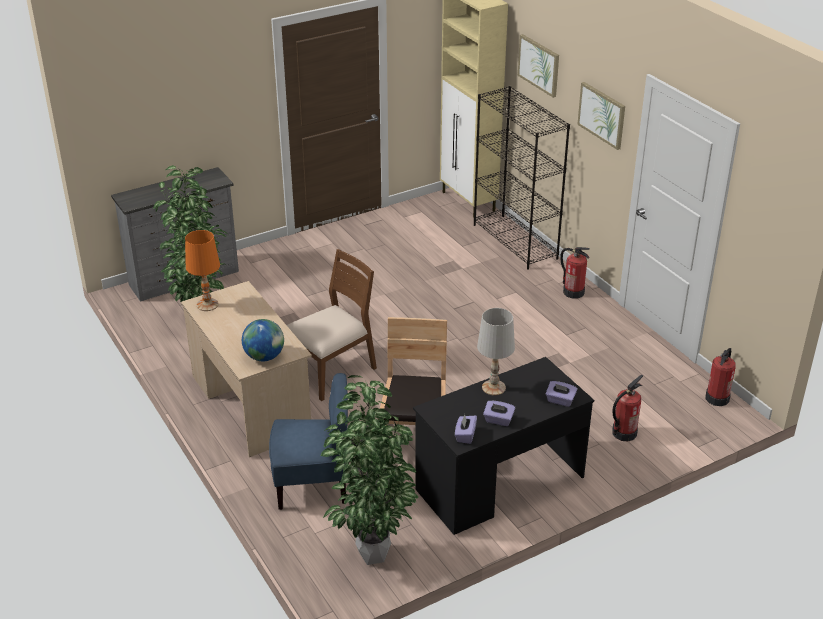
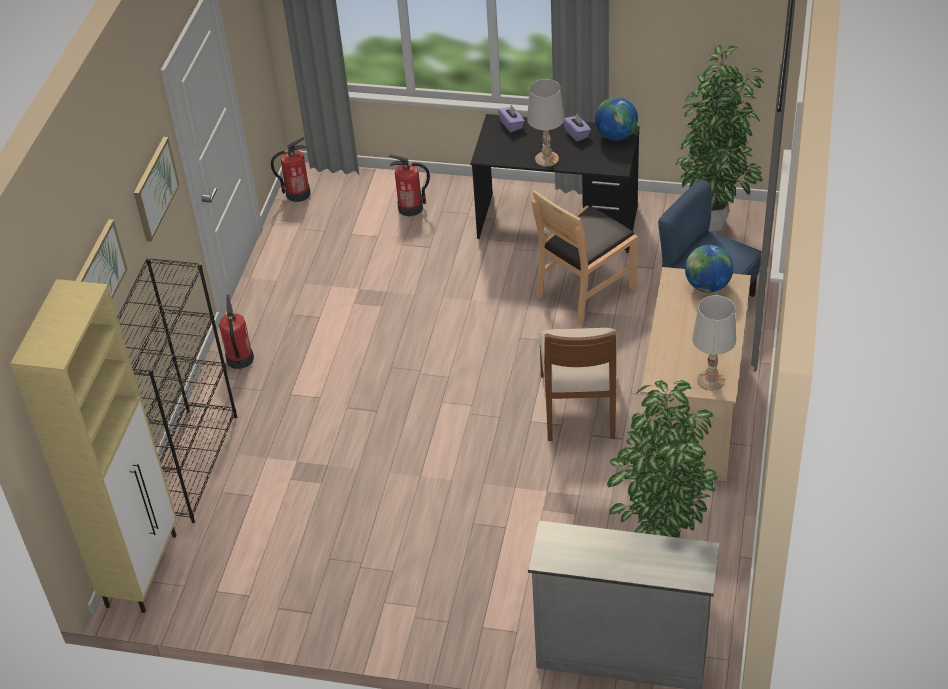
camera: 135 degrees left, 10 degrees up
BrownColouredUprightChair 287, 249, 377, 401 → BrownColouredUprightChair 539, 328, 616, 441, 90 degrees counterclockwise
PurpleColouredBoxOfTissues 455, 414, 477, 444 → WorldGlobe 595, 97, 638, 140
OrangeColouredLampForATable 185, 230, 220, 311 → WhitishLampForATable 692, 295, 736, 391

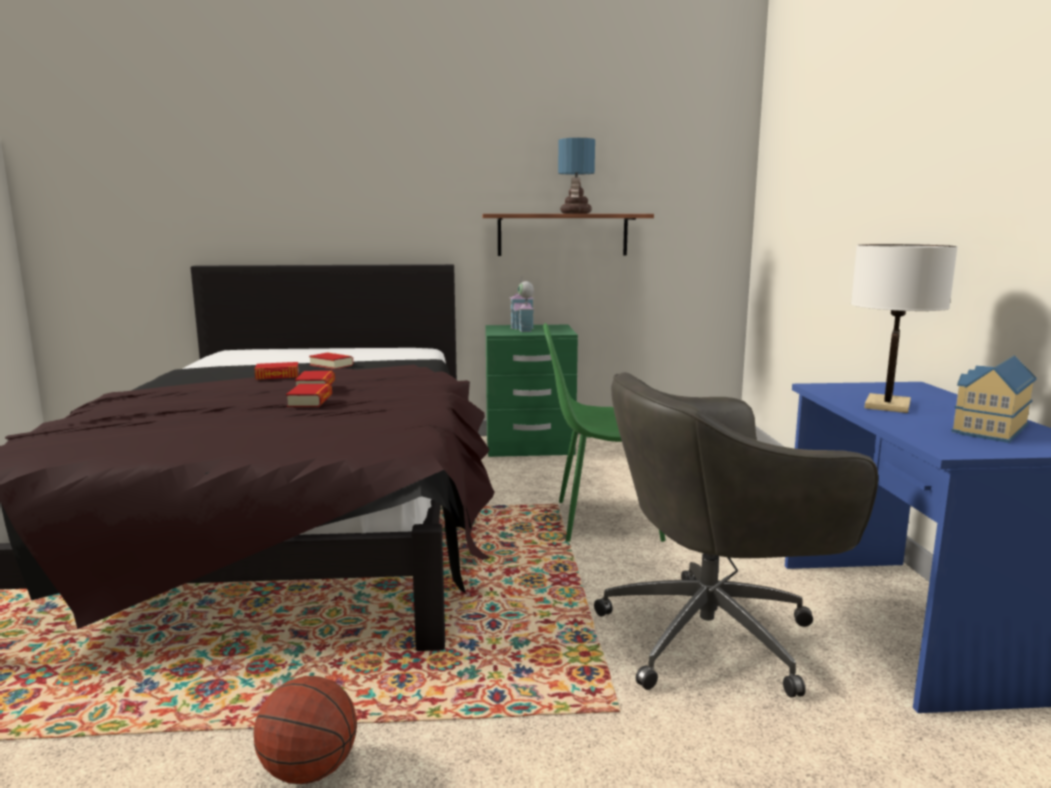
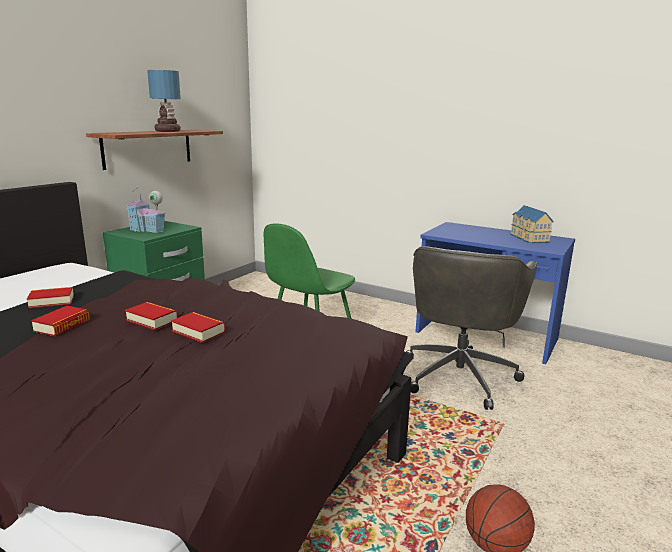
camera: 55 degrees left, 5 degrees up
WhitishLampForATable 851, 244, 958, 413 → -

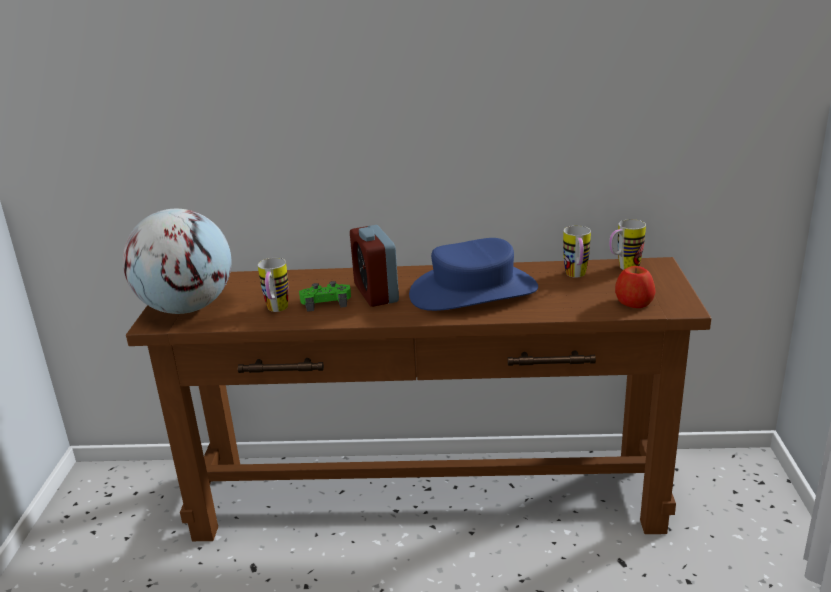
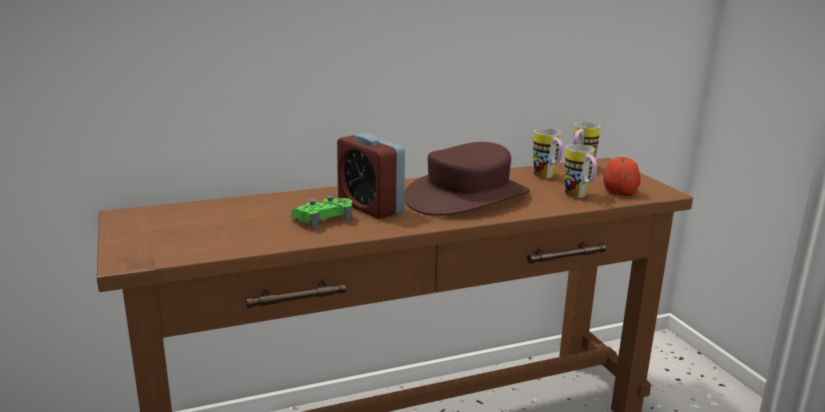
camera: 25 degrees left, 5 degrees down
BluishClothingHat 409, 238, 538, 311 → BrownColouredClothingHat 404, 142, 530, 216
Mug 258, 258, 288, 312 → Mug 564, 144, 597, 198, moved
WorldGlobe 122, 209, 231, 314 → -

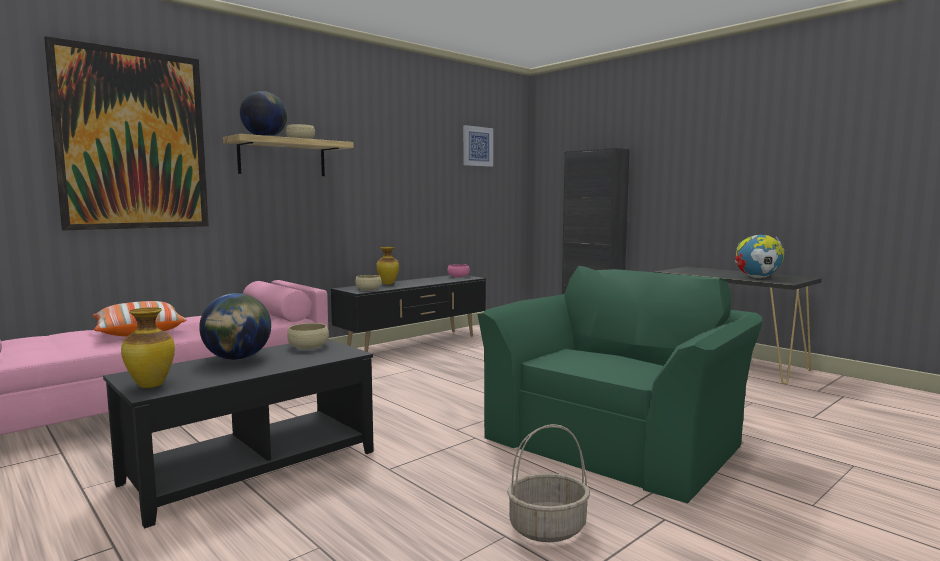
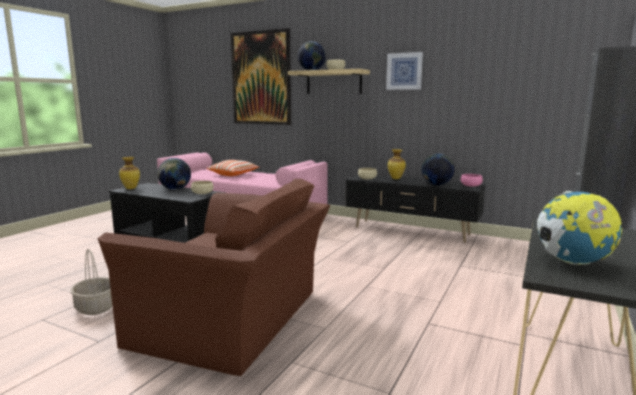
camera: 70 degrees right, 5 degrees up
GreenishArmchair 477, 266, 762, 504 → BrownColouredArmchair 98, 179, 330, 376
WallArt 463, 125, 493, 167 → WallArt 386, 52, 423, 90, moved
- → WorldGlobe 421, 154, 454, 185

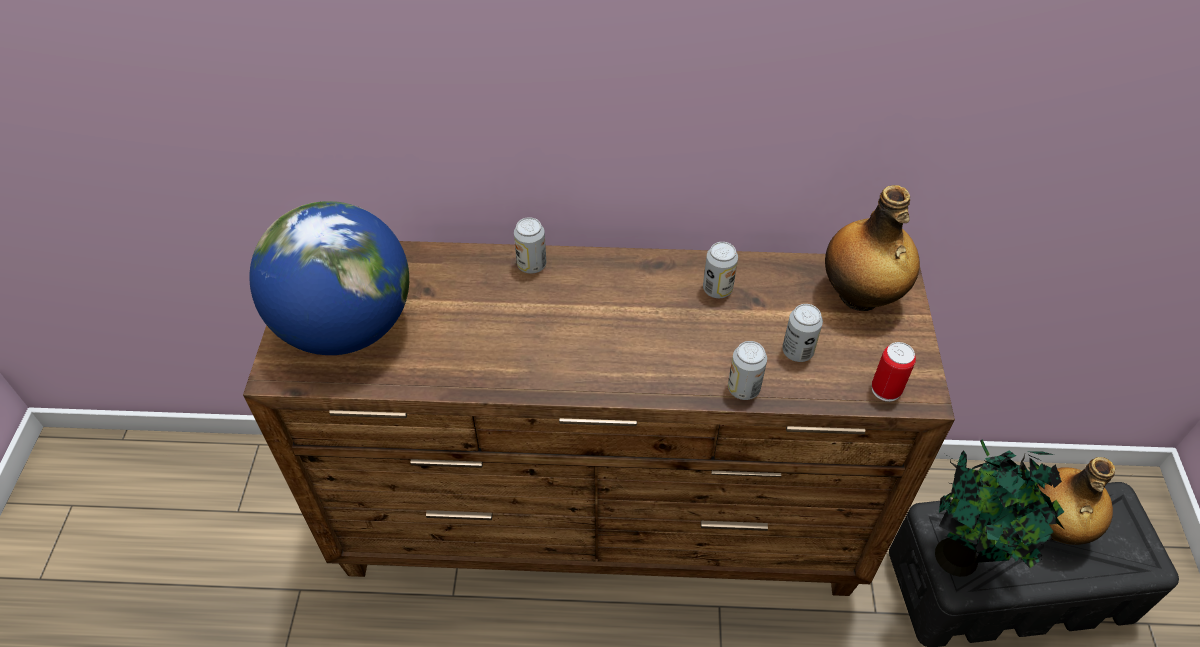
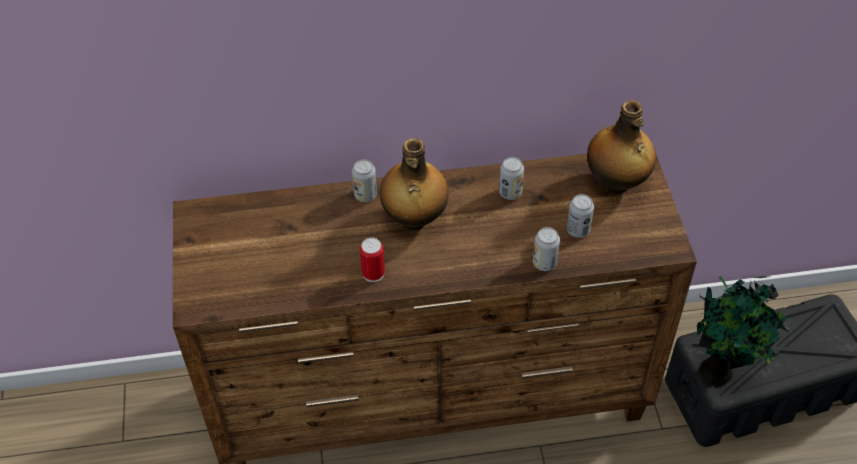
camera: 10 degrees left, 0 degrees up
MetalCan 872, 342, 916, 402 → MetalCan 360, 238, 385, 282, moved
Bottle 1037, 457, 1115, 545 → Bottle 380, 138, 449, 230, moved
WorldGlobe 249, 201, 409, 355 → -

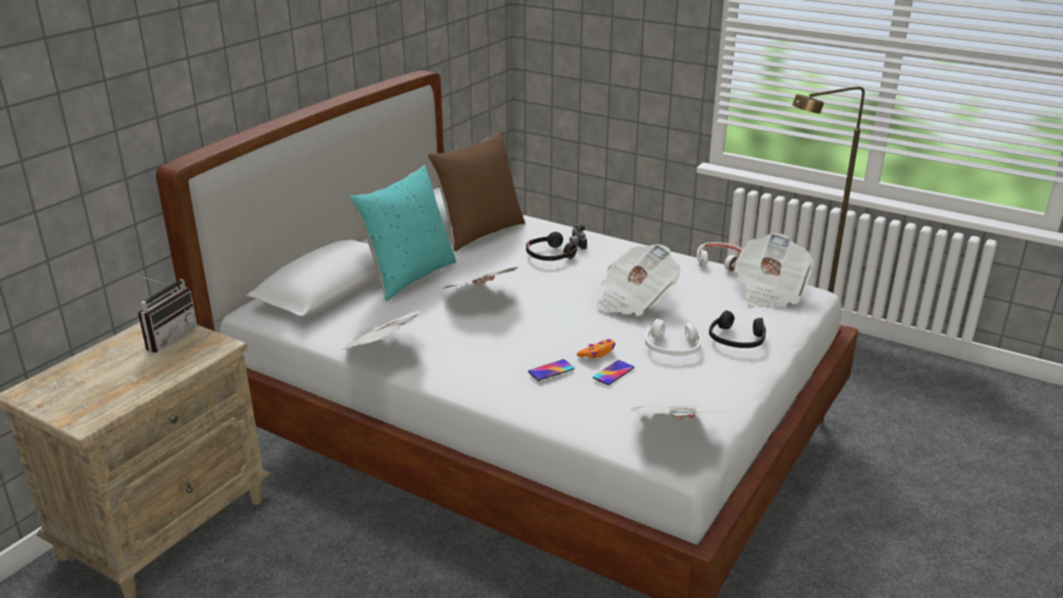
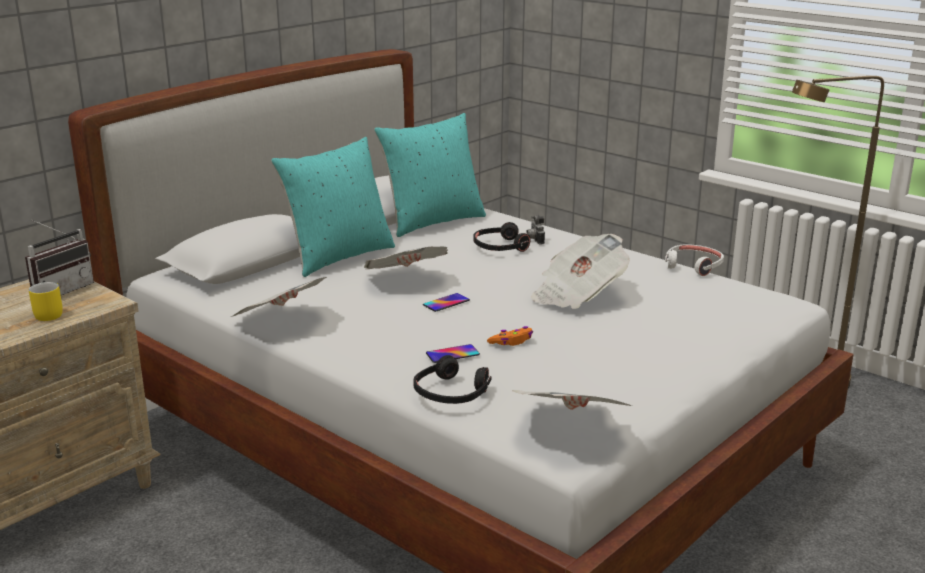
camera: 10 degrees right, 5 degrees down
- → YellowishMug 29, 282, 63, 321
BrownColouredPillow 428, 132, 525, 251 → BlueGreenPillow 374, 113, 486, 237
BlackHeadphones 709, 310, 766, 348 → BlackHeadphones 414, 355, 492, 404, moved
Handset 593, 360, 634, 385 → Handset 423, 293, 470, 312, moved
WhitishHeadphones 645, 319, 701, 356 → -
Newspaper 734, 233, 814, 308 → -

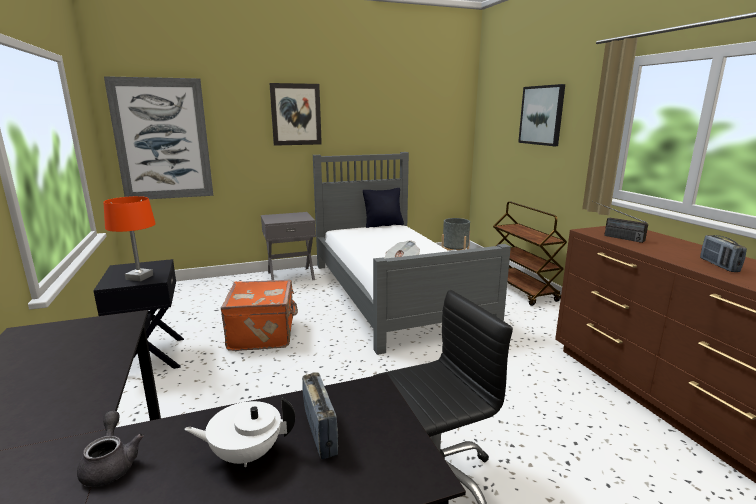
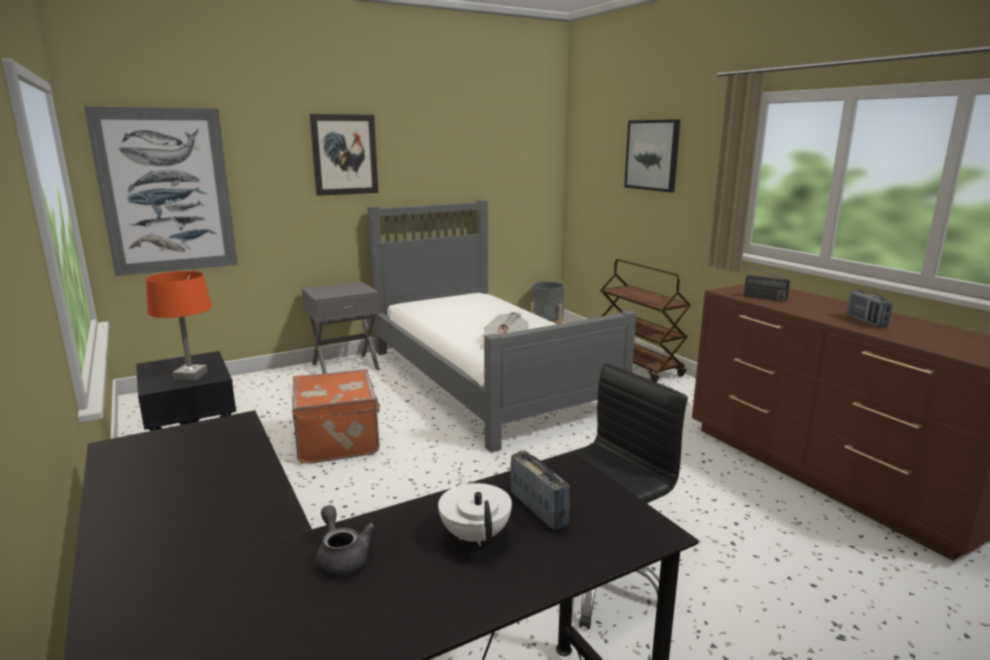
camera: 10 degrees left, 0 degrees up
WhitishTeapot 184, 397, 295, 467 → WhitishTeapot 438, 474, 512, 546, 90 degrees clockwise
BlackPillow 363, 188, 404, 228 → -

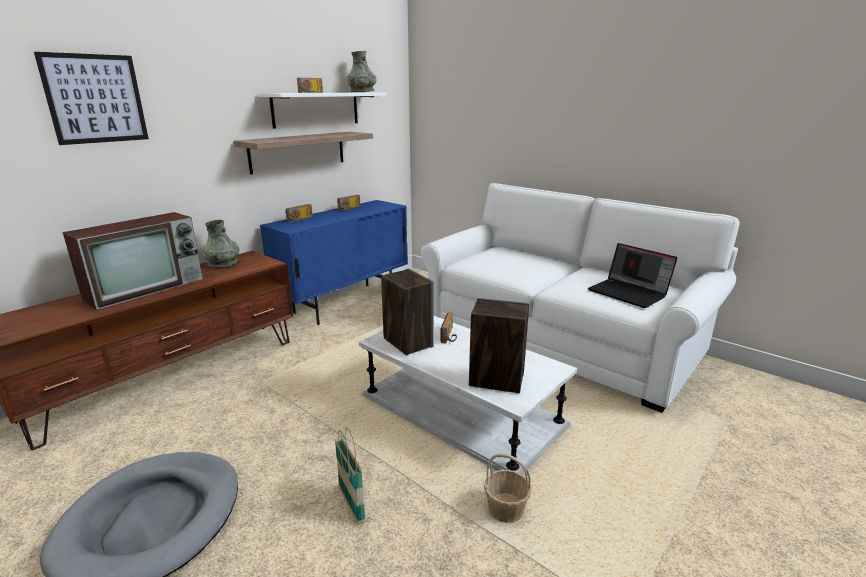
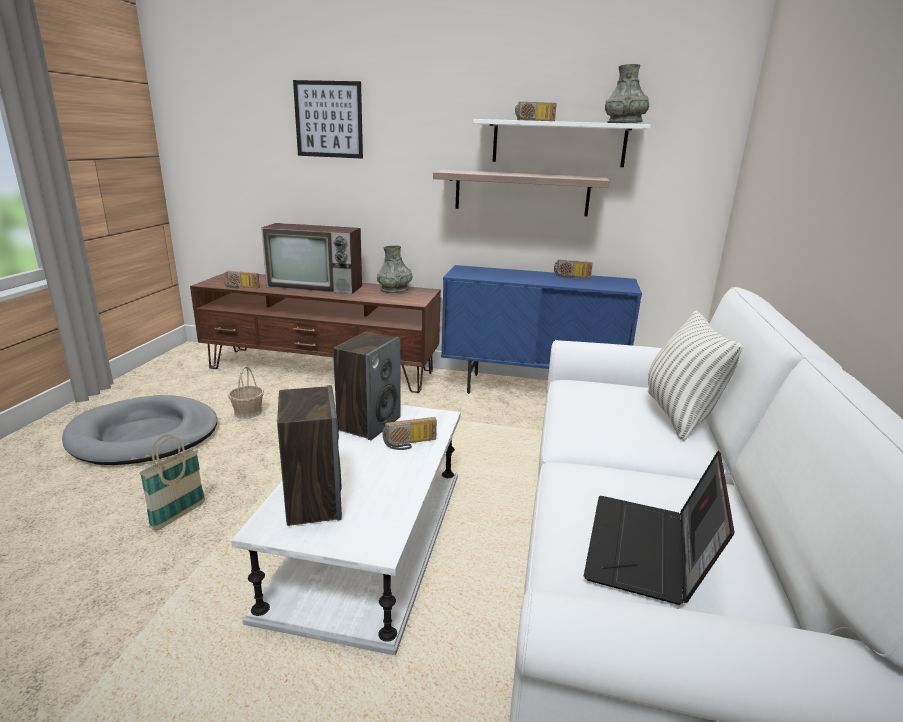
camera: 60 degrees right, 0 degrees up
RadioSet 285, 204, 313, 222 → RadioSet 224, 271, 260, 288, moved
Basket 484, 453, 531, 523 → Basket 228, 366, 264, 419, moved
- → Pillow 647, 310, 743, 441

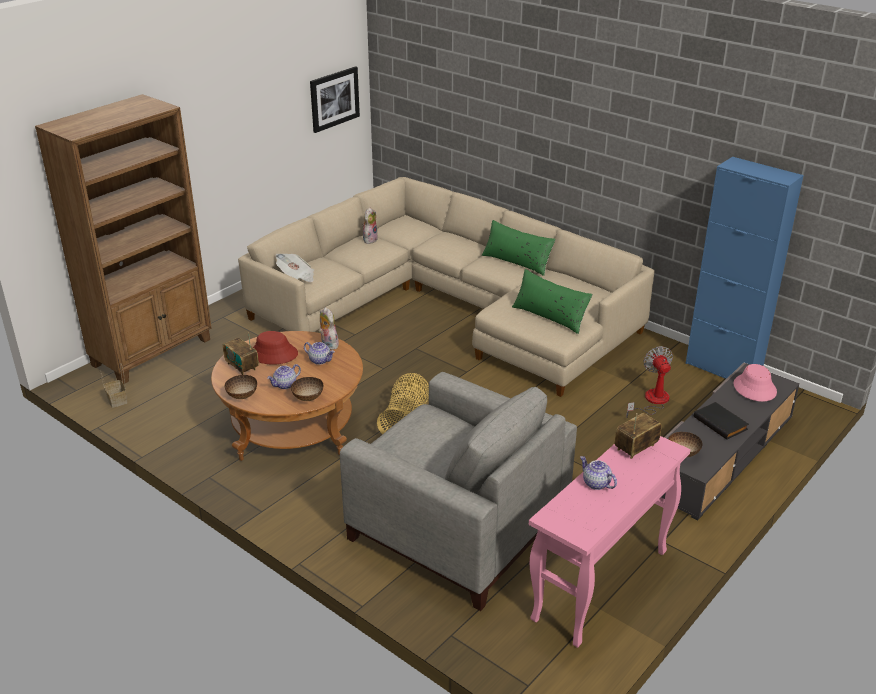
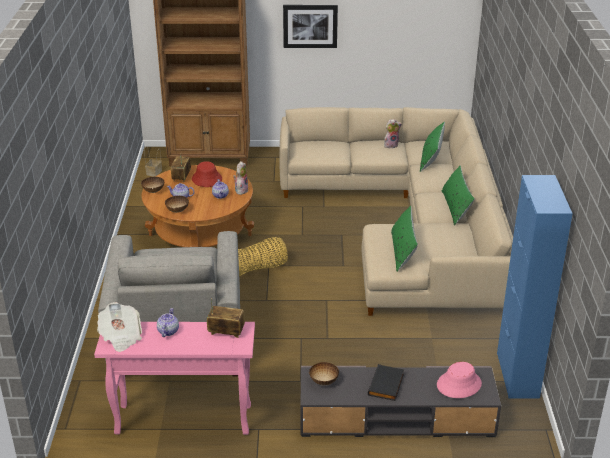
camera: 50 degrees right, 0 degrees up
Newspaper 275, 254, 314, 282 → Newspaper 97, 302, 142, 352, moved
WallArt 310, 66, 360, 133 → WallArt 283, 5, 338, 48, moved
- → GreenishPillow 420, 122, 445, 172
CoolingFan 626, 346, 673, 418 → -

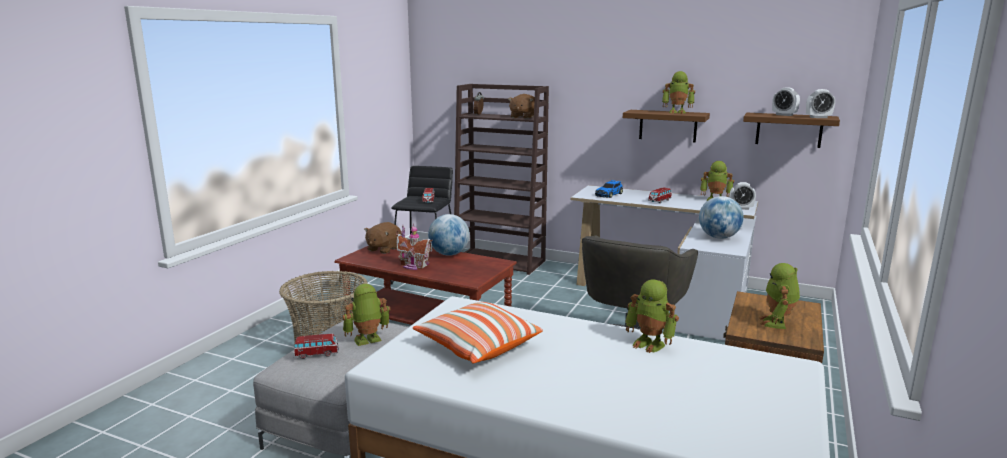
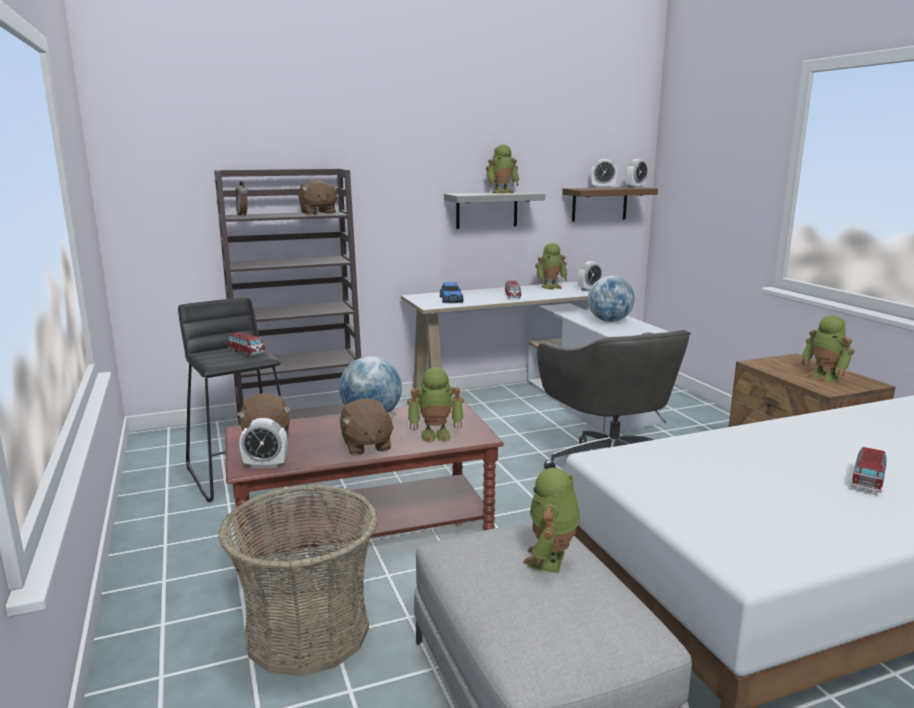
camera: 45 degrees left, 0 degrees up
- → AlarmClock 239, 418, 288, 468
ModelHouse 396, 224, 433, 270 → BrownColouredCuddlyToy 340, 398, 396, 455
ModelRobot 625, 279, 679, 353 → ModelRobot 407, 367, 464, 443, moved
BrownColouredWallShelf 623, 110, 710, 143 → GreyWallShelf 444, 192, 545, 229
MiniatureCar 294, 334, 339, 359 → MiniatureCar 851, 447, 887, 493, moved
Pillow 413, 302, 543, 364 → -

